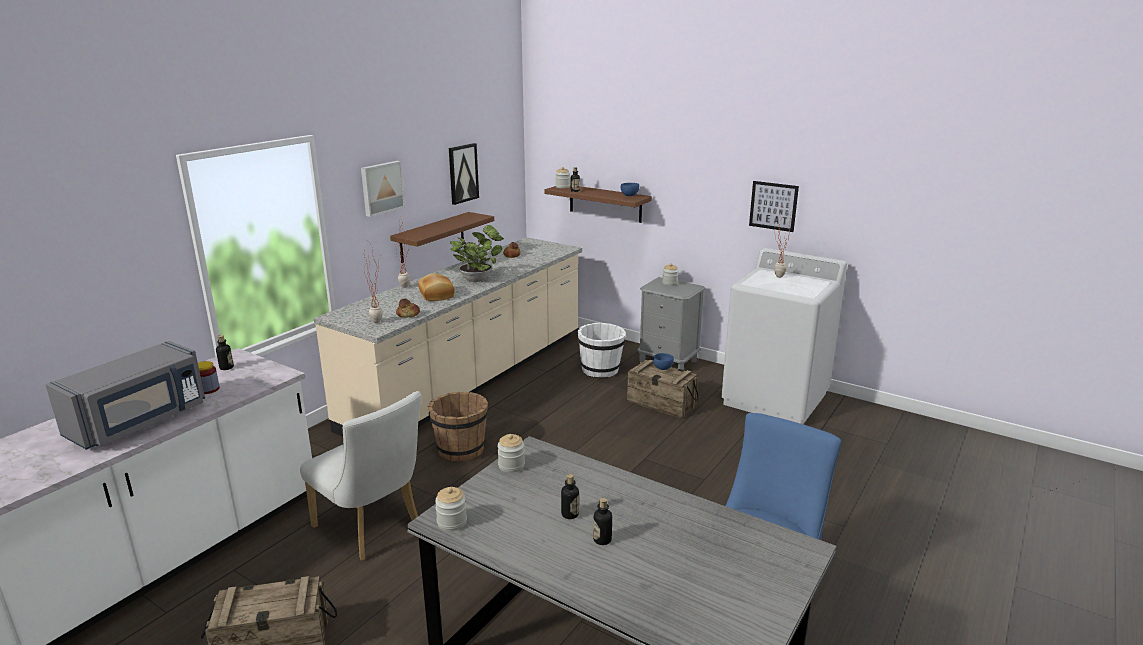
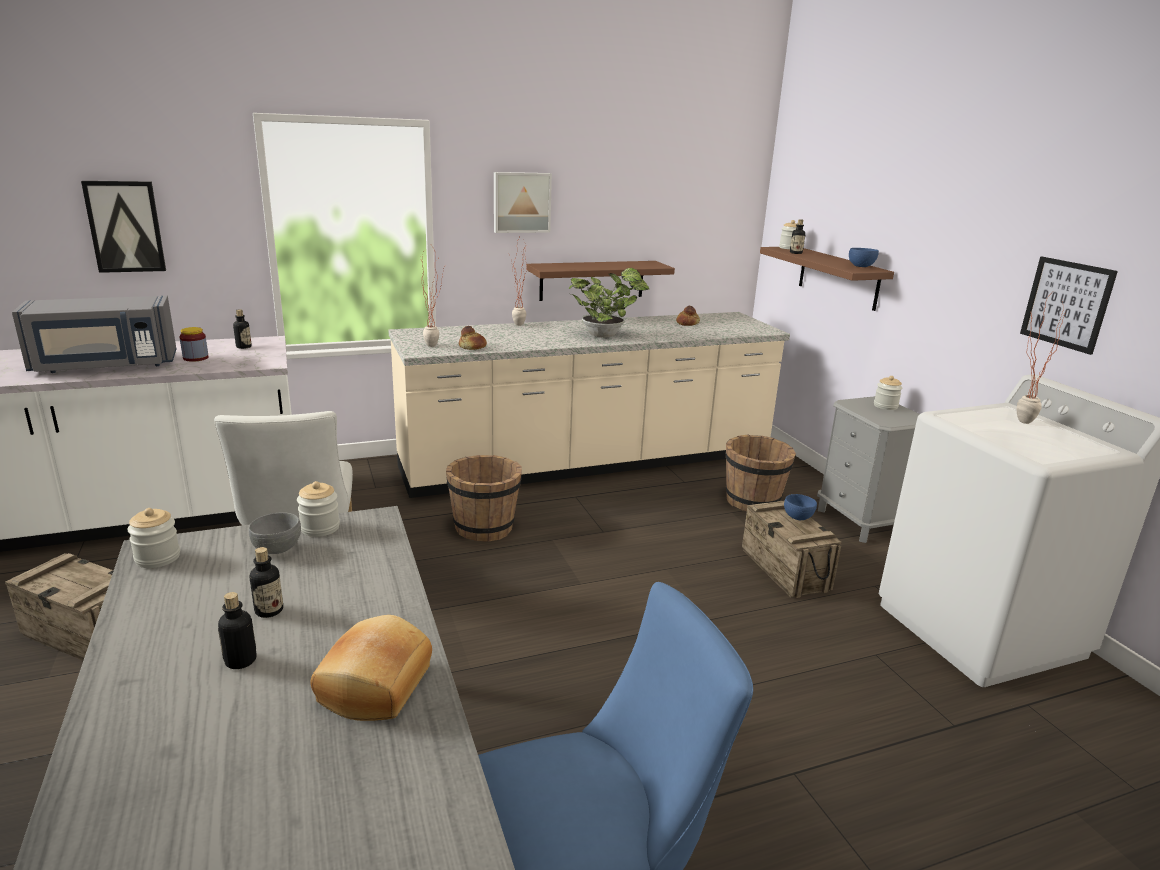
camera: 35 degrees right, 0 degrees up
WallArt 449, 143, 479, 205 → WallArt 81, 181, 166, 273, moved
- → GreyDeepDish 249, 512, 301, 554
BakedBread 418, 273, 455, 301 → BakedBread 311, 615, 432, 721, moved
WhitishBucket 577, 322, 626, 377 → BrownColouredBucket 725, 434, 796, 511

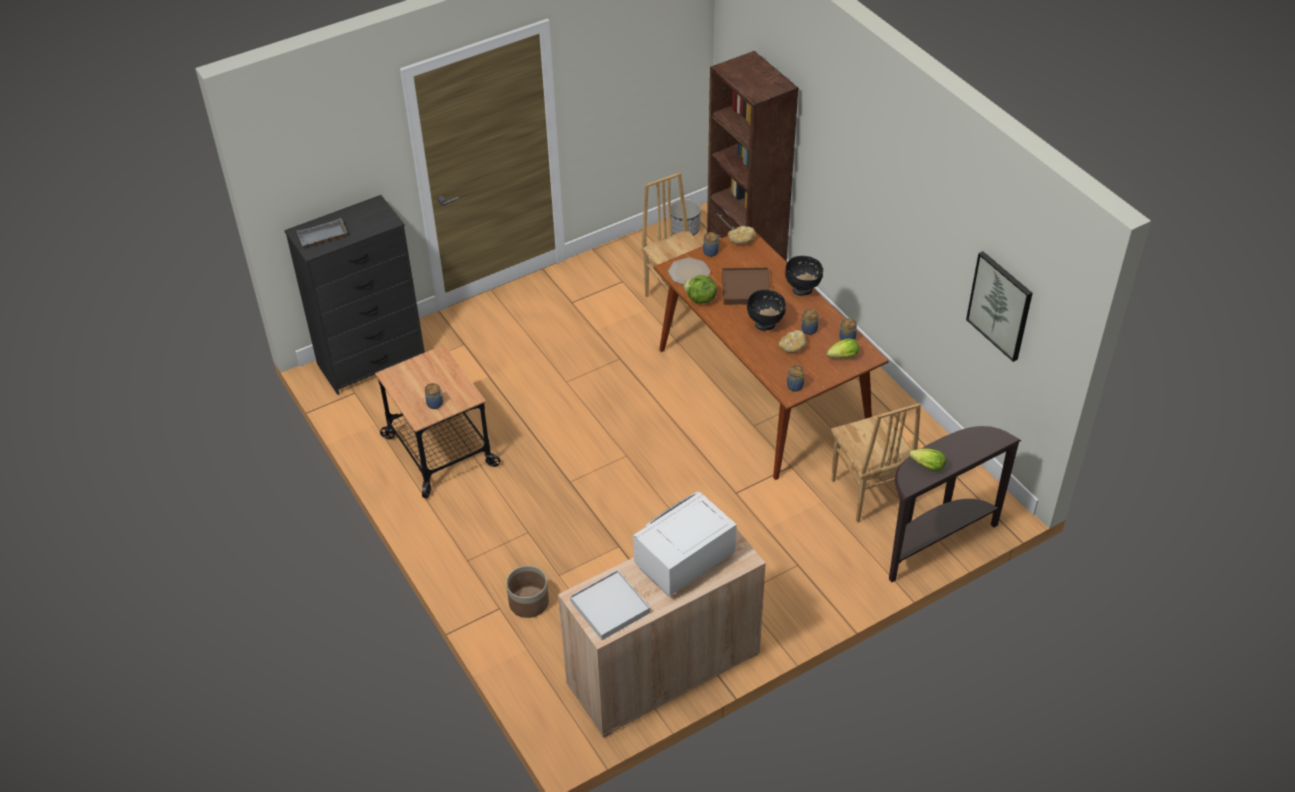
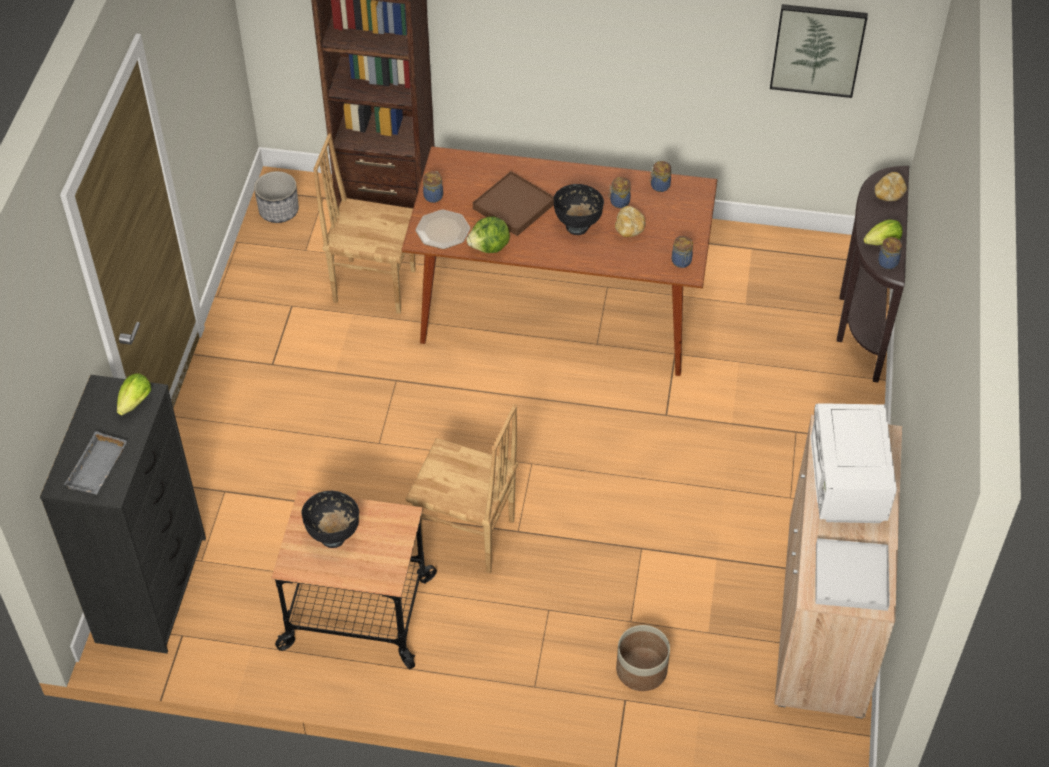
camera: 50 degrees left, 5 degrees up
HeadOfLettuce 826, 338, 859, 359 → HeadOfLettuce 117, 373, 151, 415, moved
BlackDeepDish 785, 256, 823, 296 → BlackDeepDish 301, 491, 359, 548, moved
BrownColouredUprightChair 831, 403, 921, 523 → BrownColouredUprightChair 405, 404, 518, 573, moved
BakedBread 728, 226, 756, 244 → BakedBread 875, 172, 907, 201, moved
PreserveJar 425, 383, 444, 409 → PreserveJar 878, 237, 902, 269, moved

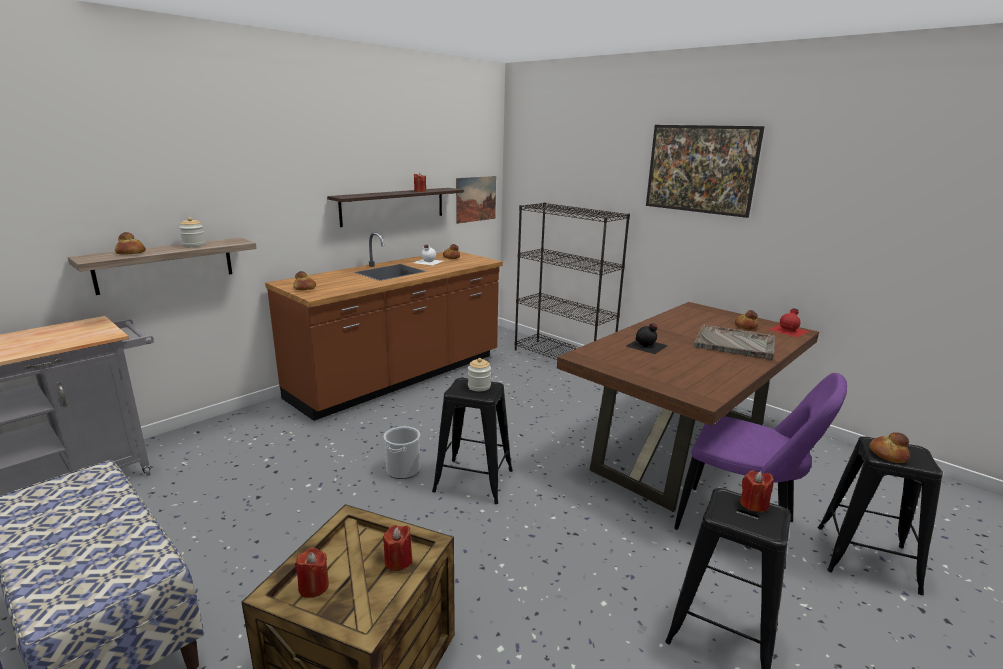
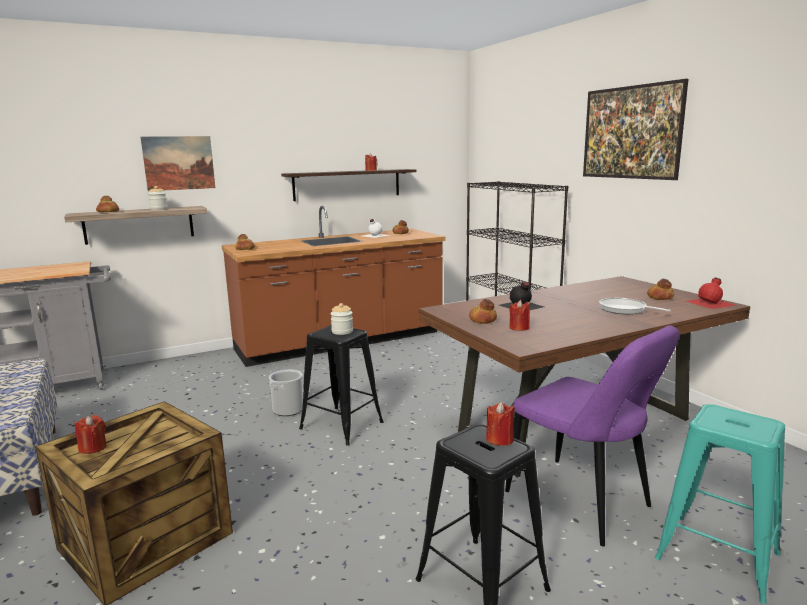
camera: 20 degrees right, 5 degrees down
WallArt 456, 176, 496, 224 → WallArt 141, 136, 215, 191, moved
BakedBread 869, 432, 910, 463 → BakedBread 469, 299, 497, 324, moved
RedColouredWaxLight 383, 525, 412, 571 → RedColouredWaxLight 509, 300, 530, 331, moved
GreyCarryingTray 693, 325, 776, 360 → FryingPan 599, 298, 671, 314
BlackSittingStool 817, 436, 943, 595 → BlueGreenSittingStool 655, 404, 785, 604

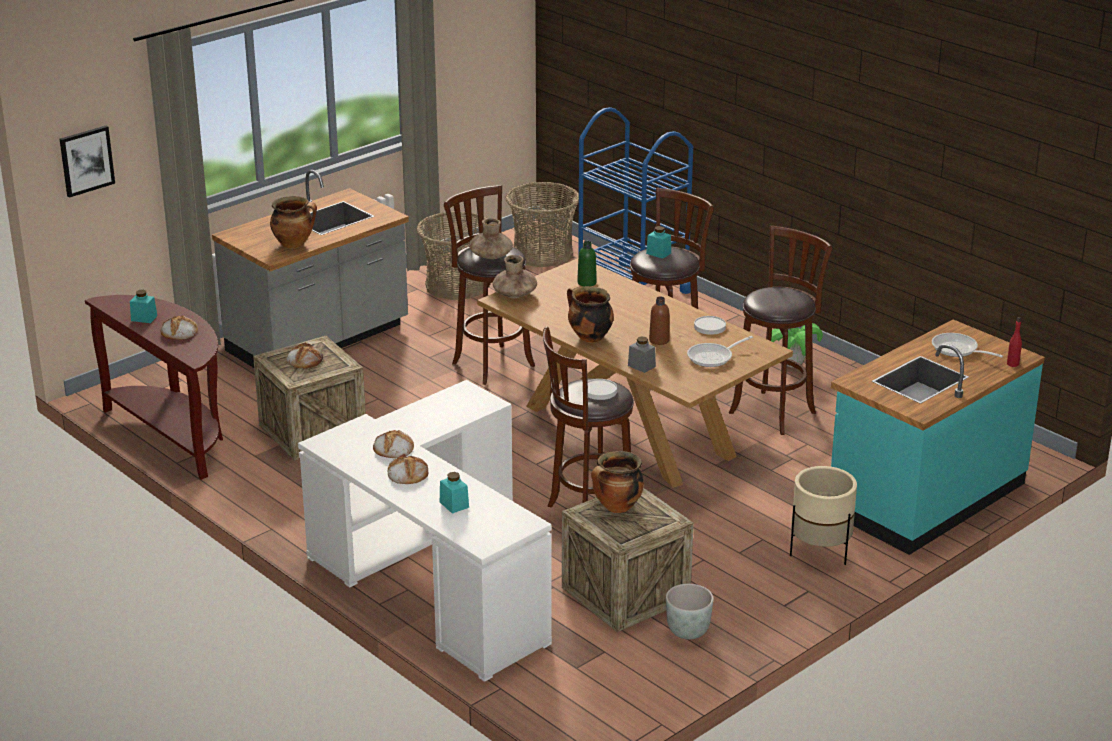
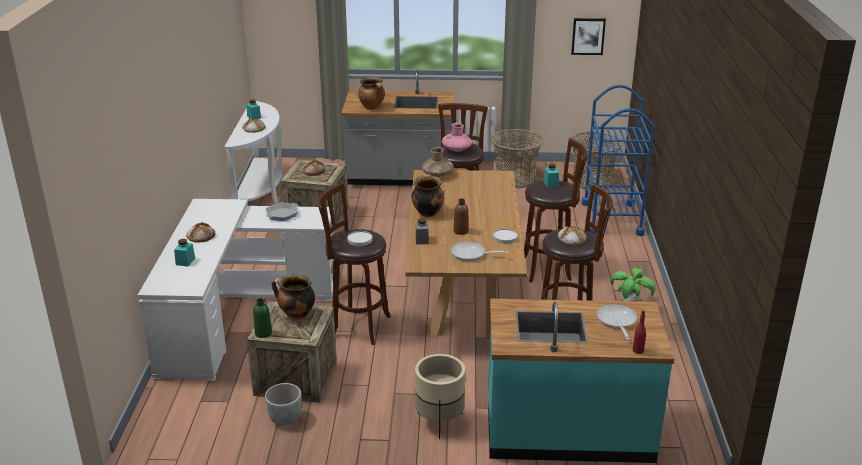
camera: 45 degrees right, 0 degrees up
BrownColouredNarrowTable 85, 295, 223, 480 → WhitishNarrowTable 224, 101, 283, 204
GreenishBottle 577, 241, 597, 286 → GreenishBottle 253, 298, 272, 338, moved
- → FryingPan 266, 202, 298, 221
BrownColouredDecorativeVase 469, 218, 513, 259 → PinkishDecorativeVase 442, 123, 472, 152
BakedBread 373, 430, 414, 458 → BakedBread 557, 226, 587, 246, moved
WallArt 60, 126, 115, 198 → WallArt 571, 18, 606, 55, moved

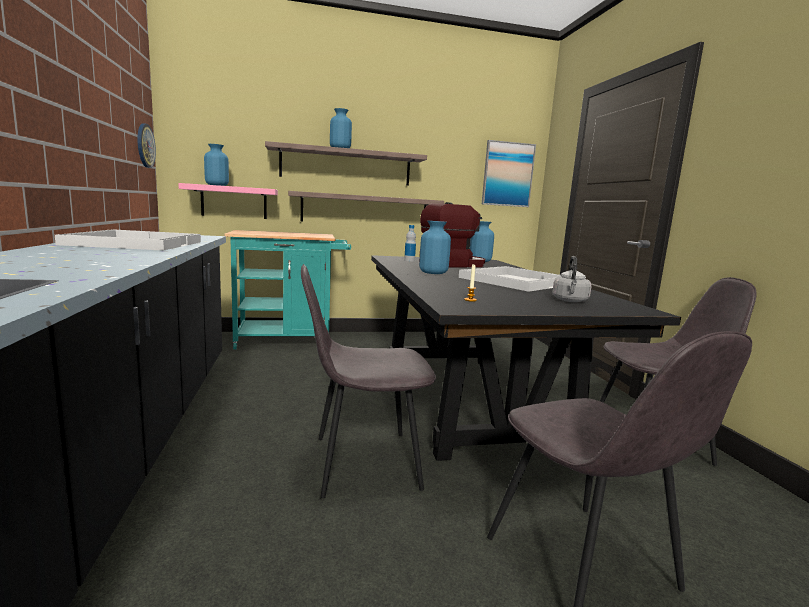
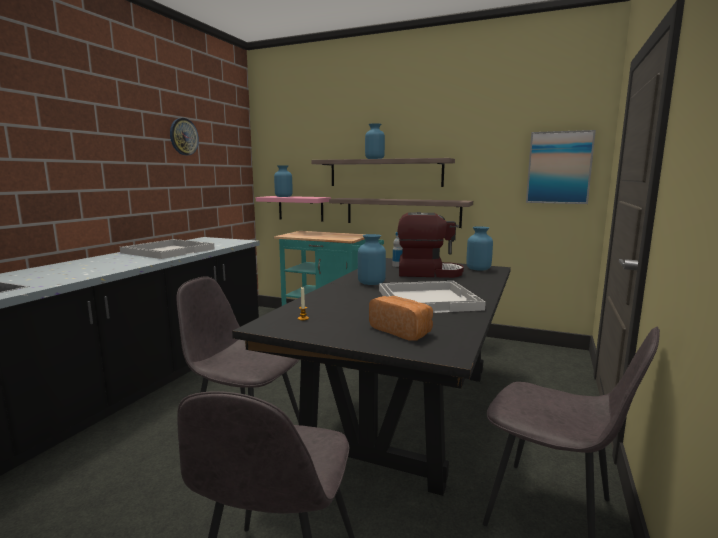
camera: 35 degrees right, 0 degrees up
HangingClock 137, 123, 156, 168 → HangingClock 170, 118, 199, 155, moved
GreyWaterKettle 552, 256, 591, 302 → BakedBread 369, 296, 433, 341

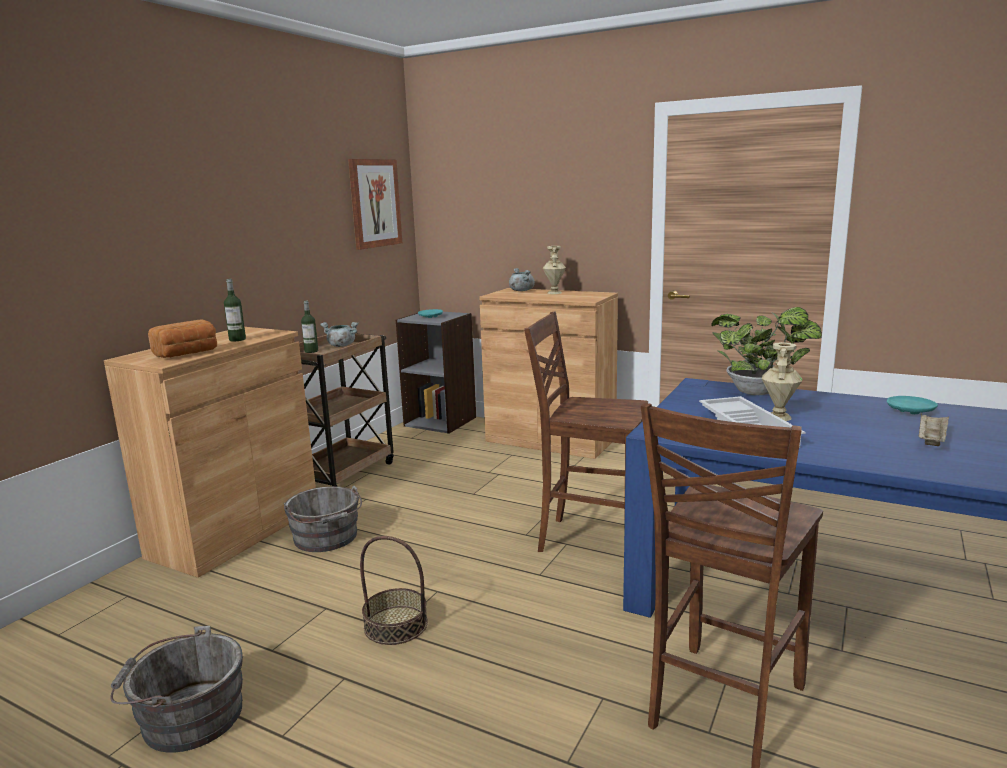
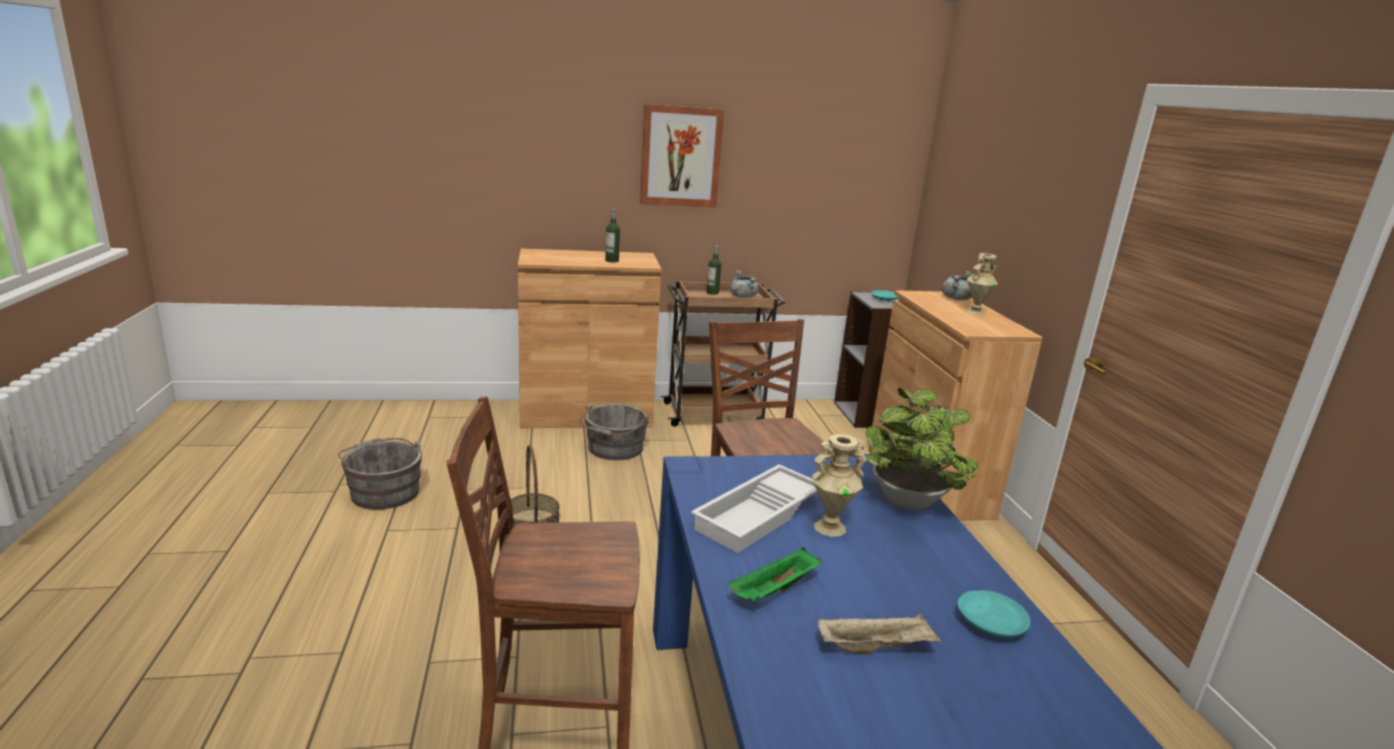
camera: 50 degrees right, 5 degrees up
WallArt 348, 159, 402, 250 → WallArt 640, 104, 724, 207, moved
- → GreenishCarryingTray 728, 547, 821, 602
BakedBread 148, 319, 217, 358 → -

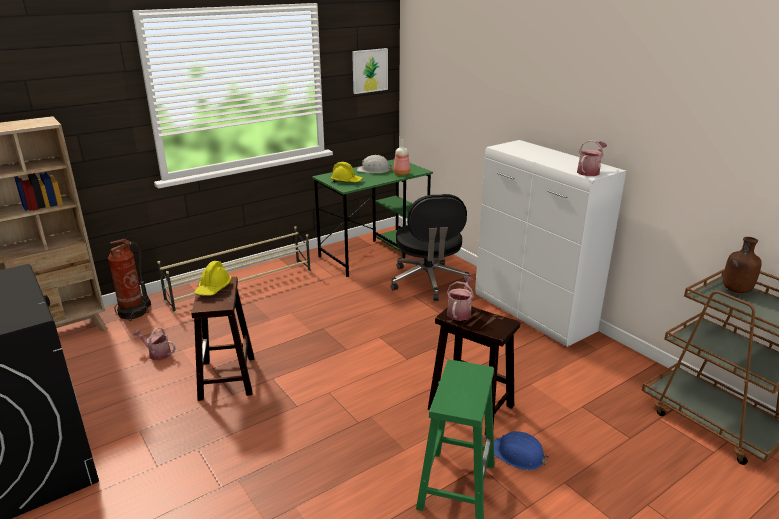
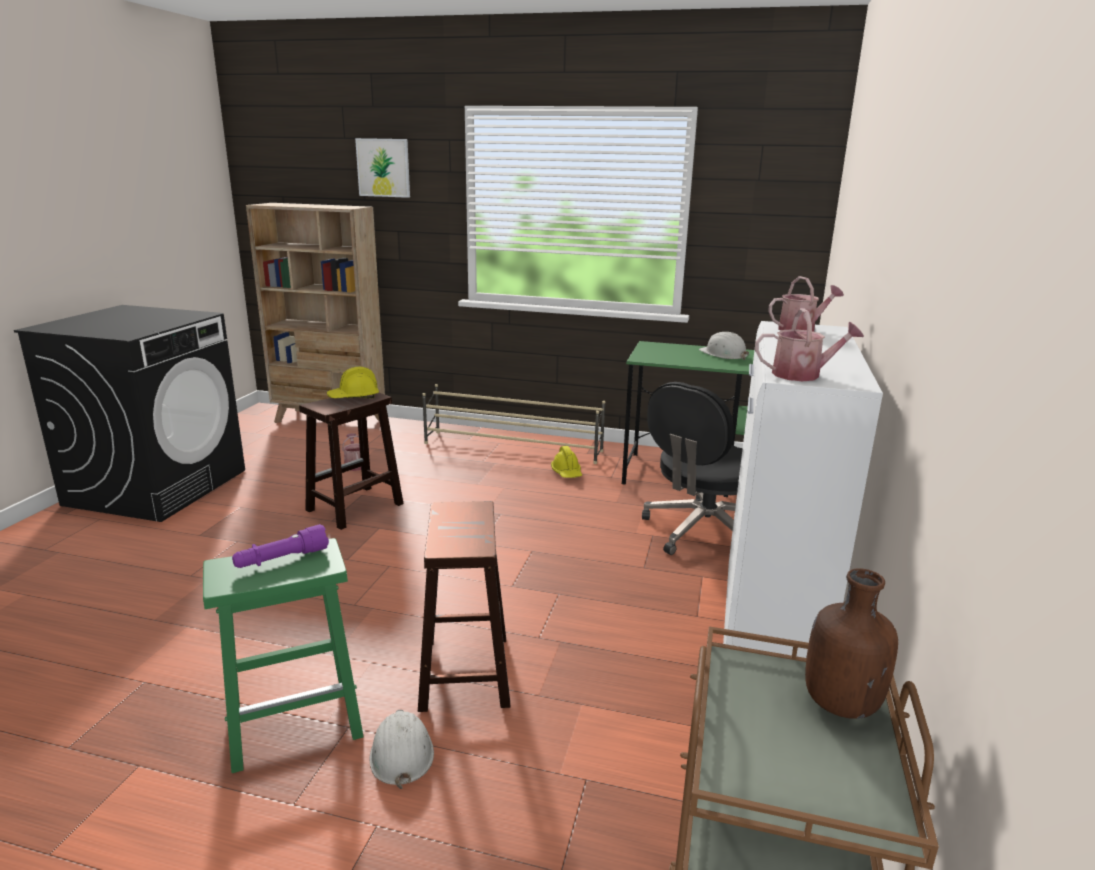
camera: 50 degrees right, 5 degrees down
- → PurpleColouredFlashlight 232, 524, 329, 568
WallArt 352, 48, 388, 94 → WallArt 355, 138, 410, 198, moved
BluishWorkHelmet 494, 431, 549, 470 → WhitishWorkHelmet 369, 710, 434, 789
YellowishWorkHelmet 331, 162, 363, 182 → YellowishWorkHelmet 551, 446, 582, 478, moved
WateringPot 447, 276, 474, 321 → WateringPot 768, 276, 844, 332, moved
Extinguisher 108, 239, 151, 321 → -
Bottle 393, 139, 410, 175 → -

